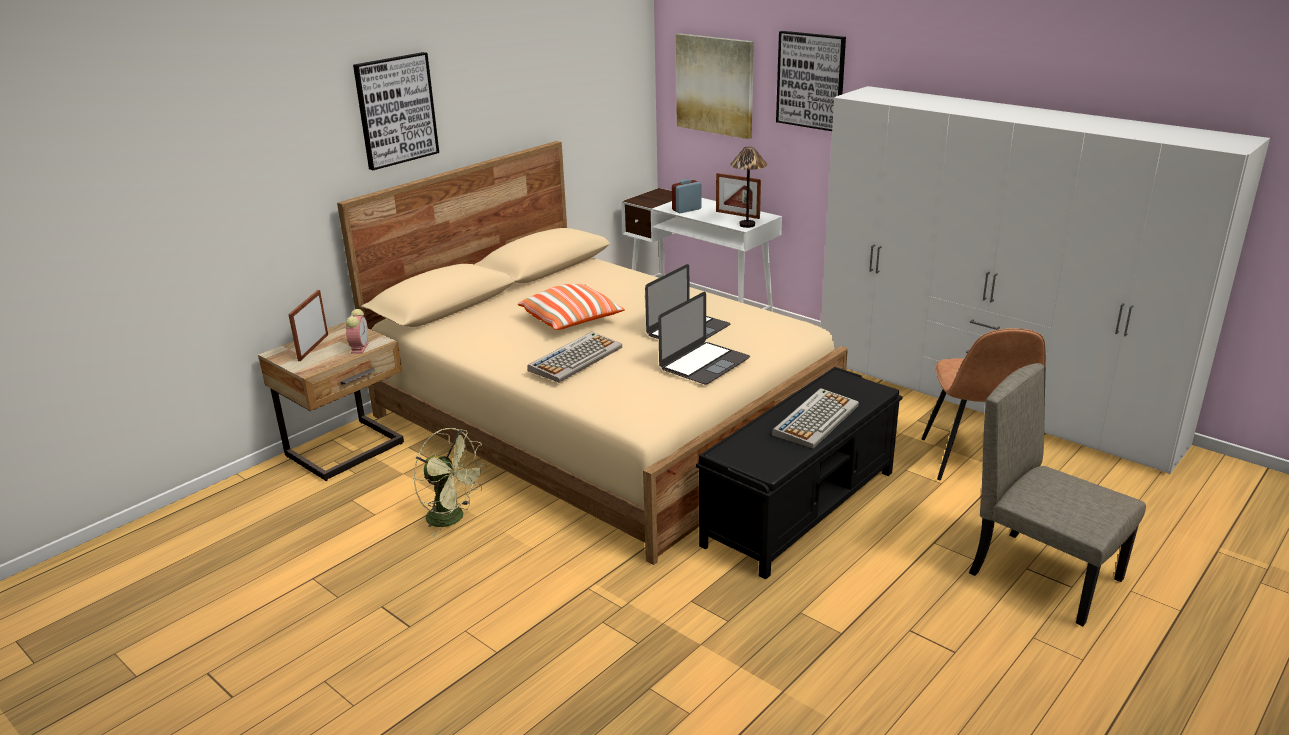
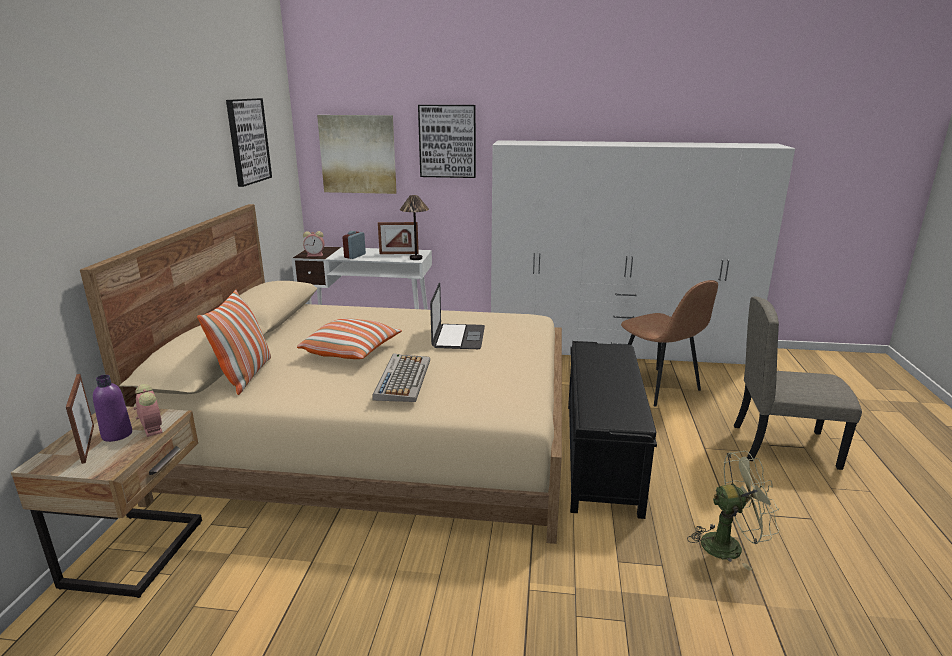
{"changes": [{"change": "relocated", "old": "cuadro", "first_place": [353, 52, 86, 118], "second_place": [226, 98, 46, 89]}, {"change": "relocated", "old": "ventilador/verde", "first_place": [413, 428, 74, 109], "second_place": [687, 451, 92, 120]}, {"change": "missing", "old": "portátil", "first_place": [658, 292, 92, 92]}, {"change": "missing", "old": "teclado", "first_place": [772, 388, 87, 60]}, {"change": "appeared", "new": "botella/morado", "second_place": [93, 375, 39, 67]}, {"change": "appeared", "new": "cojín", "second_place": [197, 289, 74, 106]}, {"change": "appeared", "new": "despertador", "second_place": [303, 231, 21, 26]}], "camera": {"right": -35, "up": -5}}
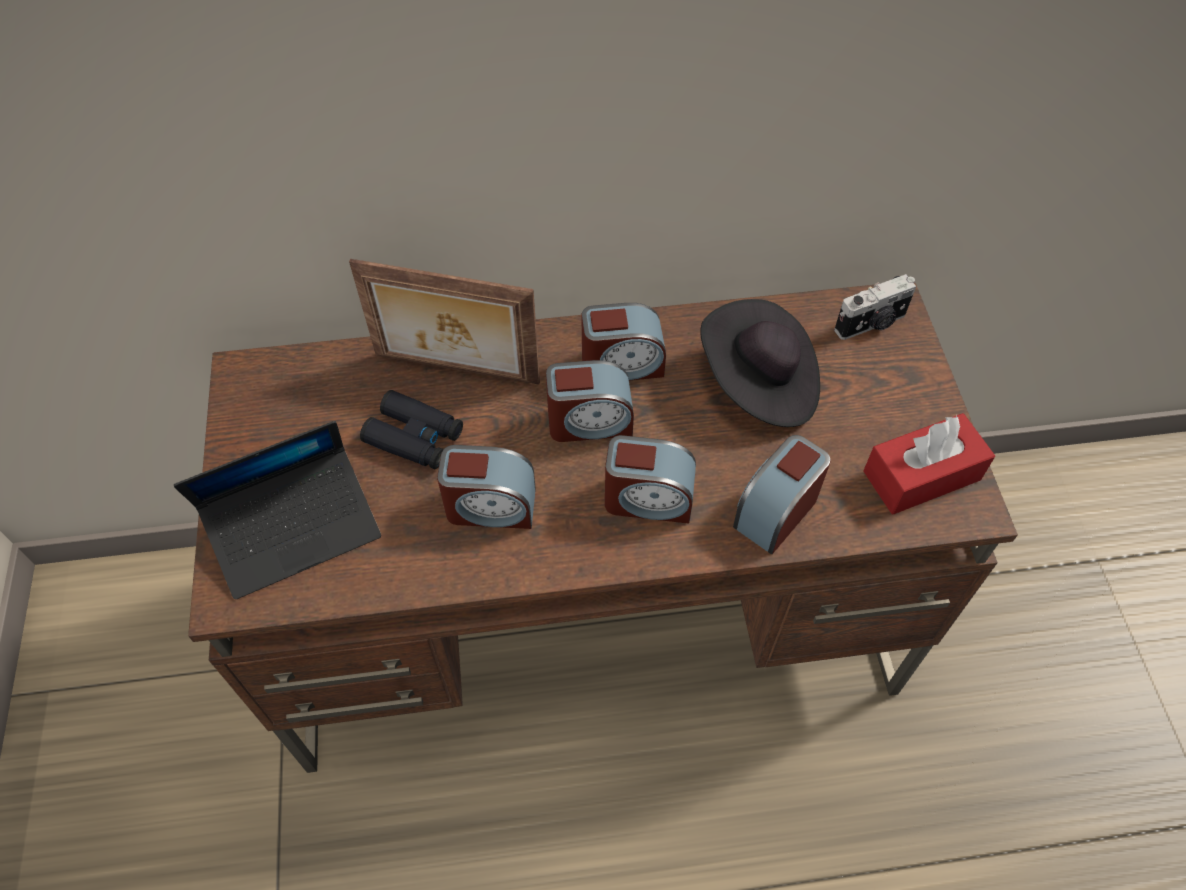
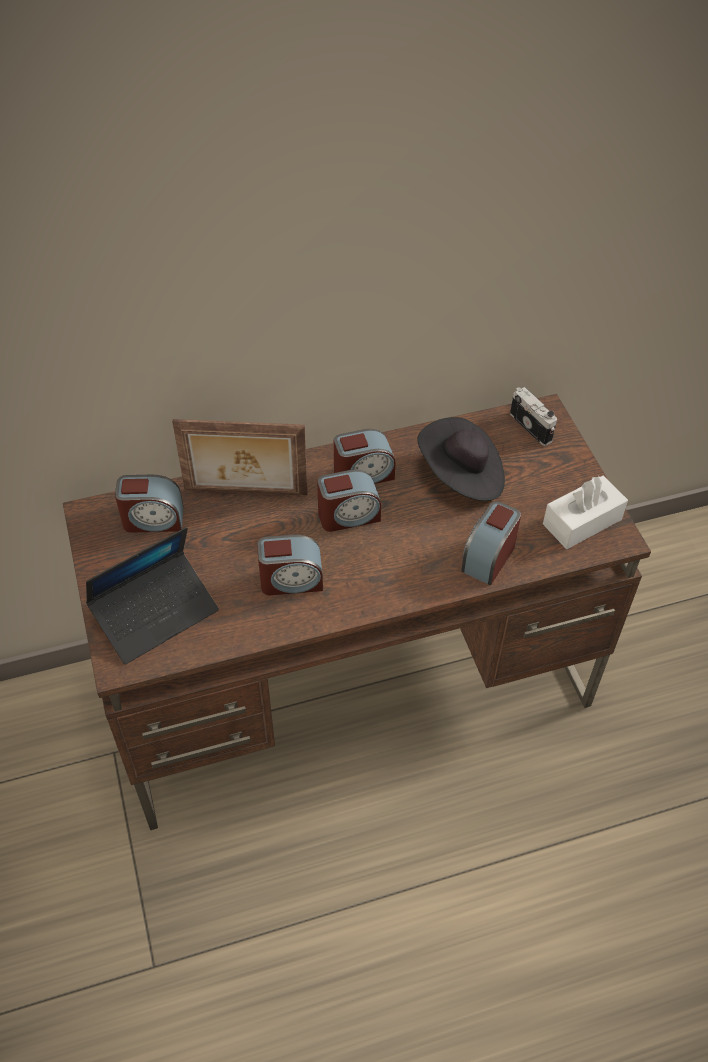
{"changes": [{"change": "missing", "old": "prismáticos/negro", "first_place": [360, 390, 103, 79]}, {"change": "relocated", "old": "despertador", "first_place": [605, 435, 91, 89], "second_place": [115, 475, 69, 58]}, {"change": "spun", "old": "cámara", "first_place": [834, 274, 82, 66], "second_place": [510, 387, 47, 59], "degrees": -90}, {"change": "colour", "old": "caja de pañuelos/rojo", "new": "caja de pañuelos/blanco", "first_place": [863, 413, 132, 101], "second_place": [543, 476, 85, 73]}], "camera": {"right": -10, "up": -5}}
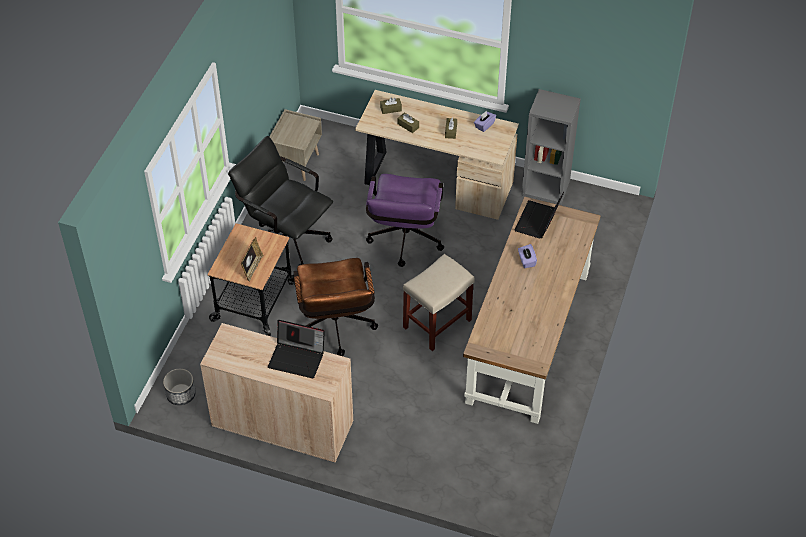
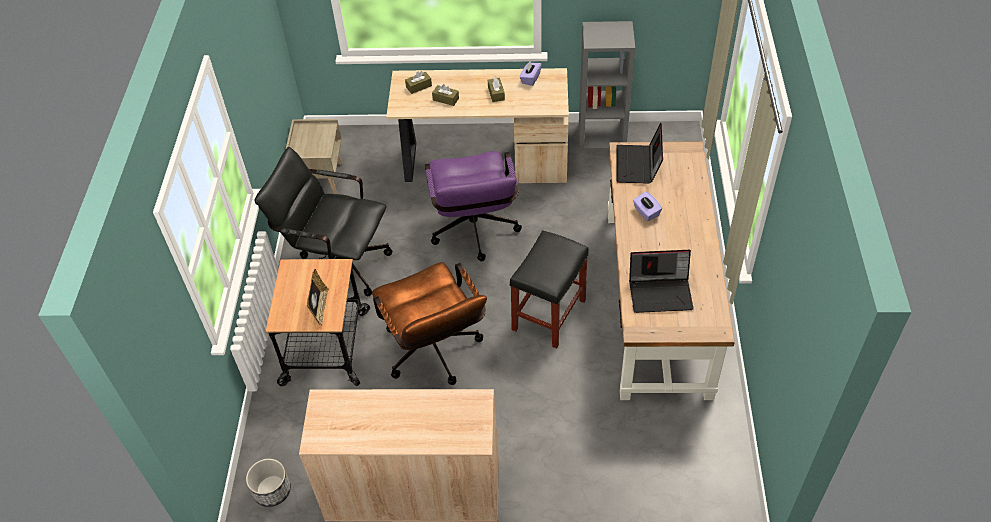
{"changes": [{"change": "relocated", "old": "portátil", "first_place": [268, 320, 57, 58], "second_place": [629, 250, 65, 63]}, {"change": "colour", "old": "taburete/beis", "new": "taburete/negro", "first_place": [403, 254, 72, 97], "second_place": [510, 230, 79, 119]}], "camera": {"right": -15, "up": 0}}
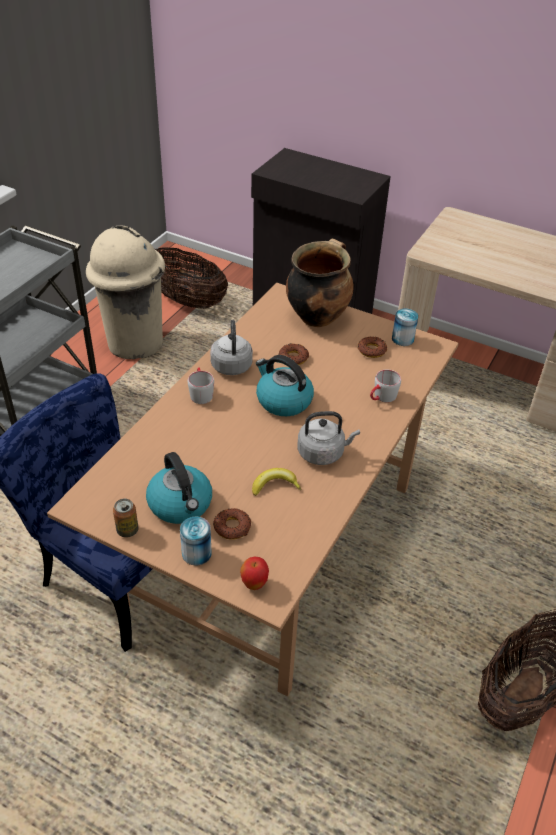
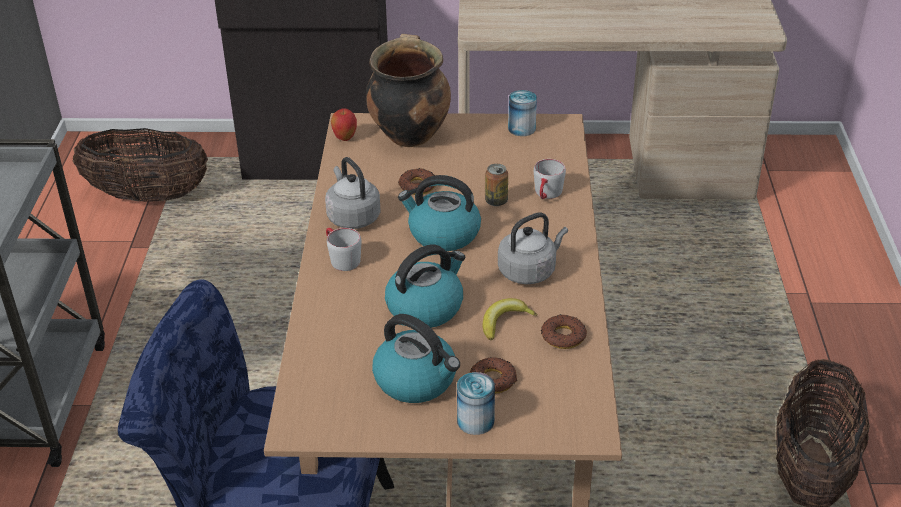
{"changes": [{"change": "missing", "old": "papelera/beis", "first_place": [86, 225, 79, 134]}, {"change": "relocated", "old": "lata", "first_place": [113, 499, 26, 38], "second_place": [485, 164, 23, 42]}, {"change": "relocated", "old": "manzana", "first_place": [240, 556, 29, 34], "second_place": [331, 108, 26, 33]}, {"change": "relocated", "old": "rosquilla", "first_place": [358, 336, 30, 22], "second_place": [541, 314, 46, 35]}, {"change": "appeared", "new": "hervidor", "second_place": [385, 244, 80, 84]}], "camera": {"right": -25, "up": -5}}
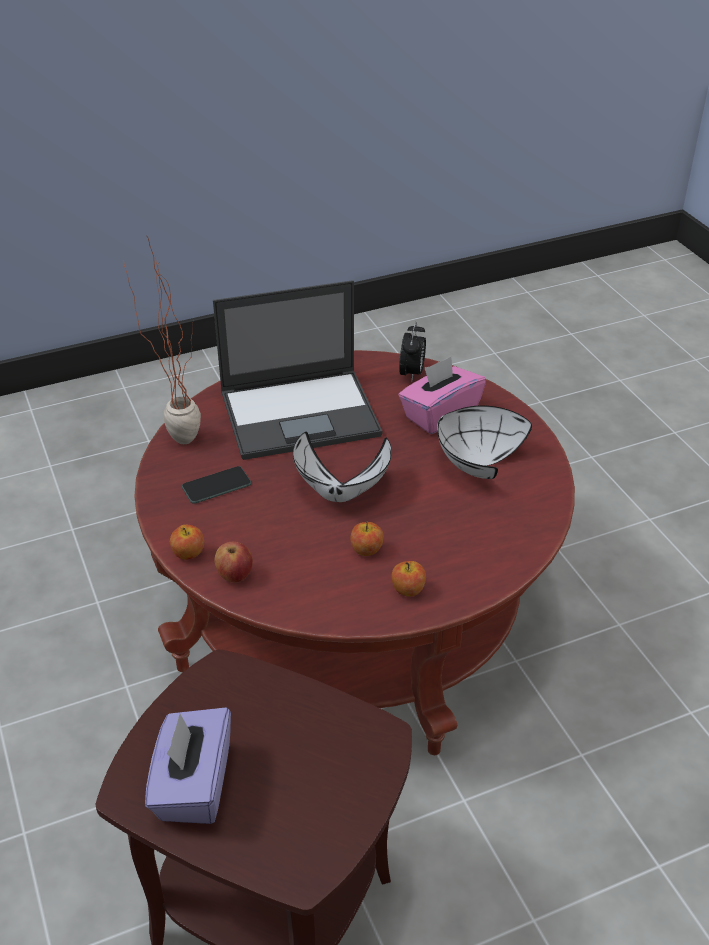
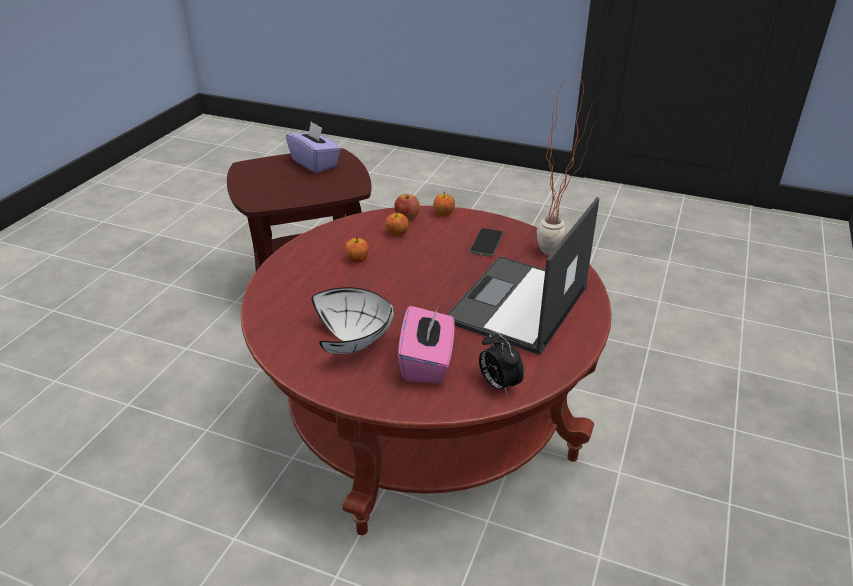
{"changes": [{"change": "missing", "old": "cuenco/blanco", "first_place": [293, 432, 99, 70]}, {"change": "relocated", "old": "manzana", "first_place": [392, 561, 34, 36], "second_place": [386, 211, 23, 25]}], "camera": {"right": 135, "up": -5}}
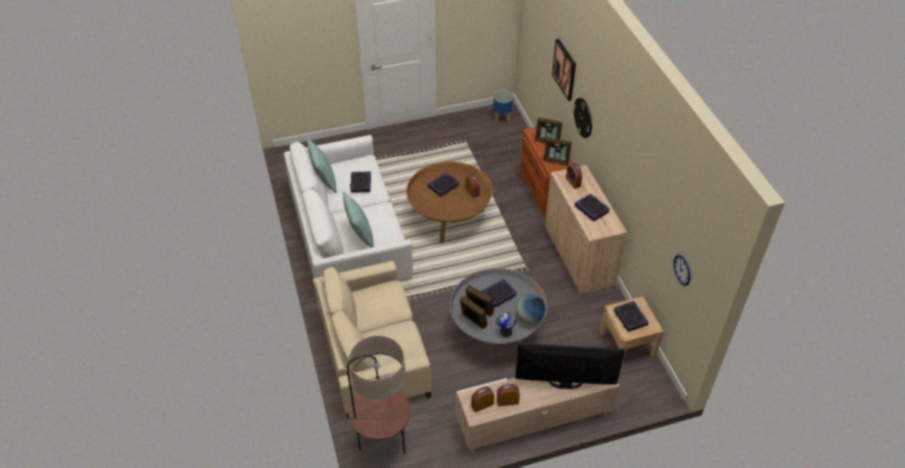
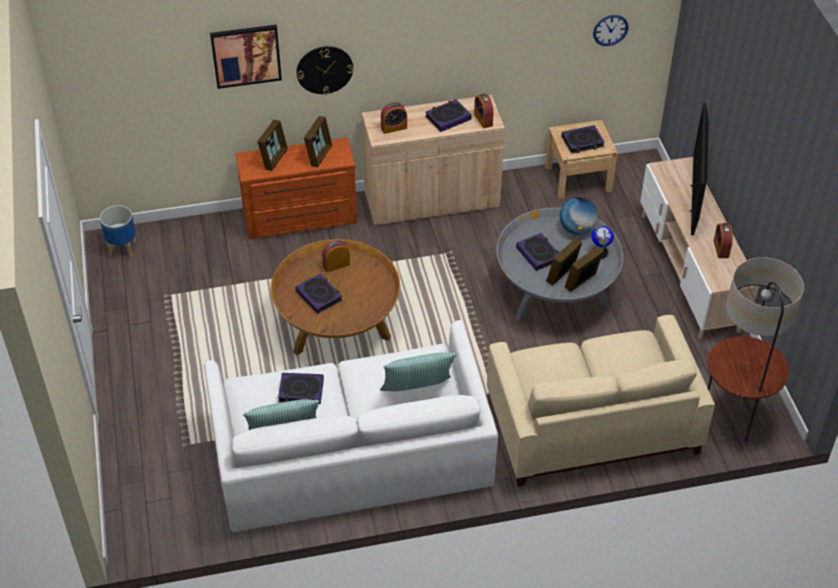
{"changes": [{"change": "relocated", "old": "despertador", "first_place": [471, 387, 23, 25], "second_place": [474, 94, 20, 34]}], "camera": {"right": -85, "up": 0}}
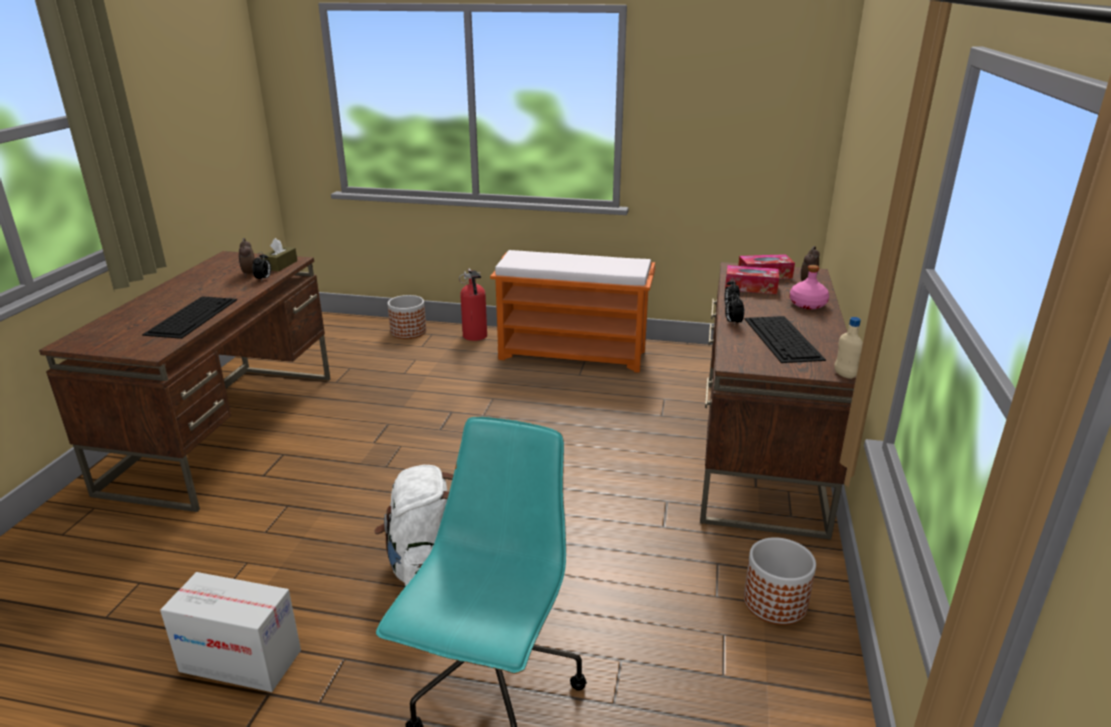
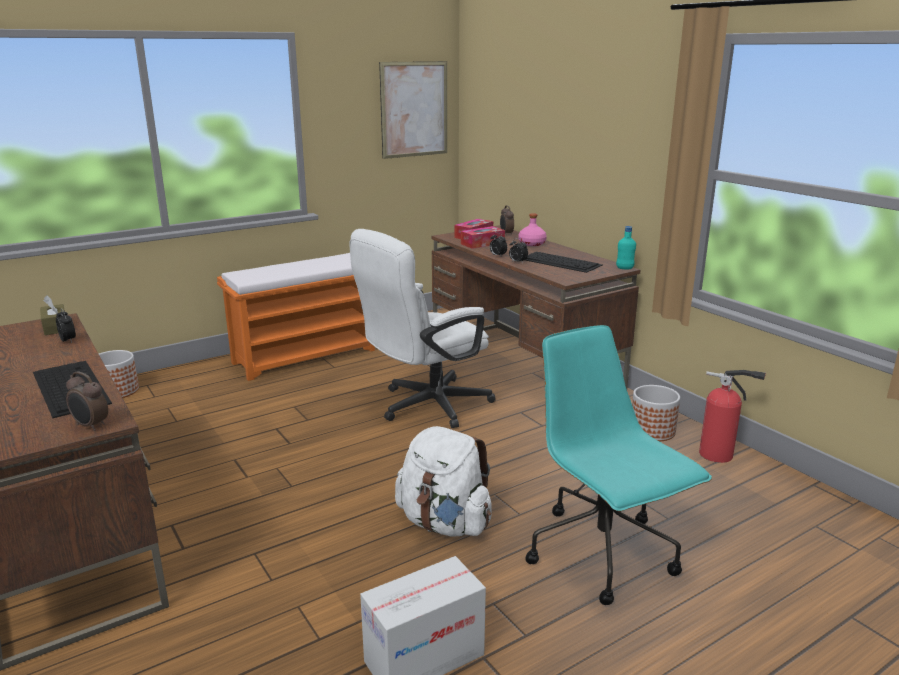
{"changes": [{"change": "relocated", "old": "despertador", "first_place": [239, 238, 16, 39], "second_place": [66, 371, 42, 60]}, {"change": "relocated", "old": "extintor", "first_place": [459, 268, 28, 73], "second_place": [699, 370, 67, 93]}, {"change": "colour", "old": "botella/beis", "new": "botella/turquesa", "first_place": [834, 317, 29, 62], "second_place": [616, 226, 20, 43]}, {"change": "appeared", "new": "silla de oficina/blanco", "second_place": [349, 229, 147, 199]}, {"change": "appeared", "new": "cuadro", "second_place": [379, 61, 68, 98]}], "camera": {"right": -45, "up": -5}}
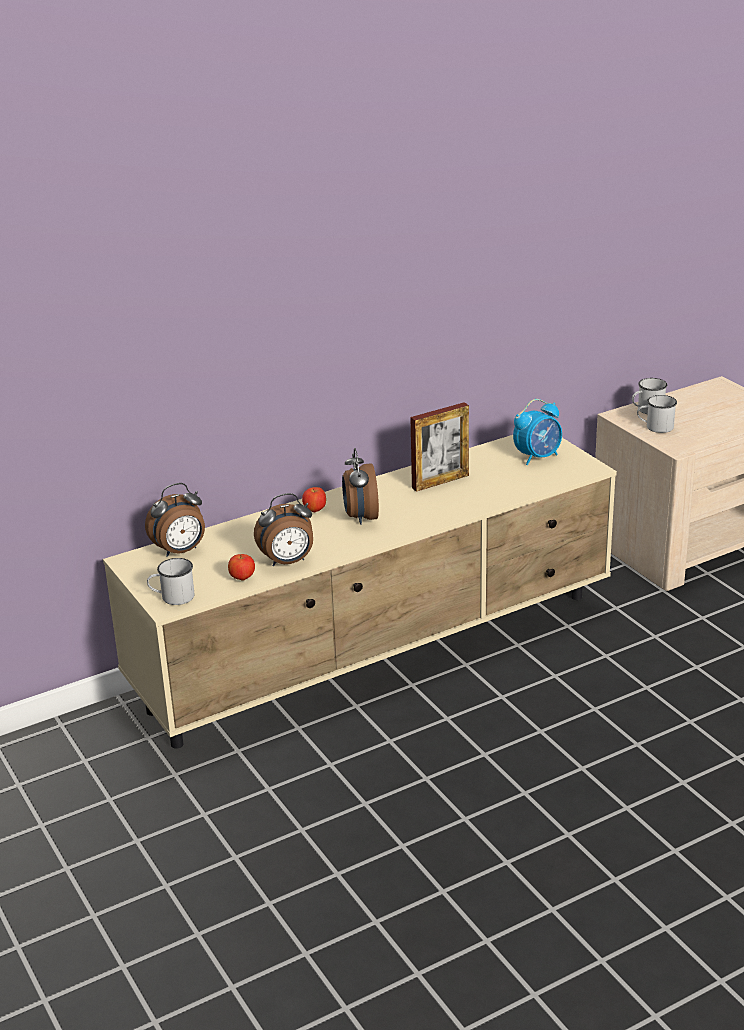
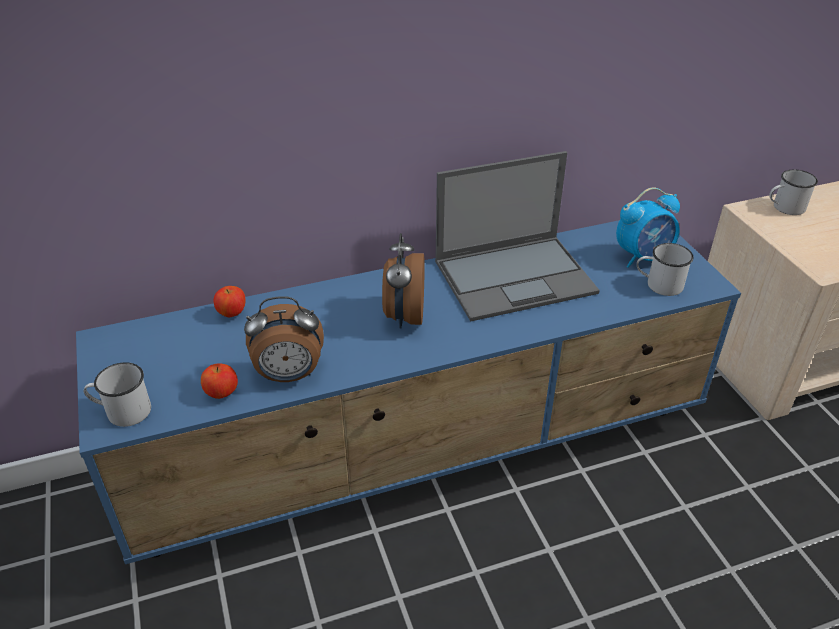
{"changes": [{"change": "colour", "old": "mueble de televisión/beis", "new": "mueble de televisión/azul", "first_place": [103, 435, 514, 314], "second_place": [76, 220, 665, 344]}, {"change": "missing", "old": "despertador", "first_place": [145, 483, 60, 74]}, {"change": "relocated", "old": "manzana", "first_place": [302, 487, 24, 25], "second_place": [214, 286, 32, 31]}, {"change": "exchanged", "old": "portarretratos", "new": "portátil", "first_place": [410, 402, 59, 90], "second_place": [435, 151, 165, 171]}, {"change": "relocated", "old": "taza grande/blanco", "first_place": [637, 395, 40, 38], "second_place": [637, 243, 57, 53]}], "camera": {"right": 10, "up": 10}}
